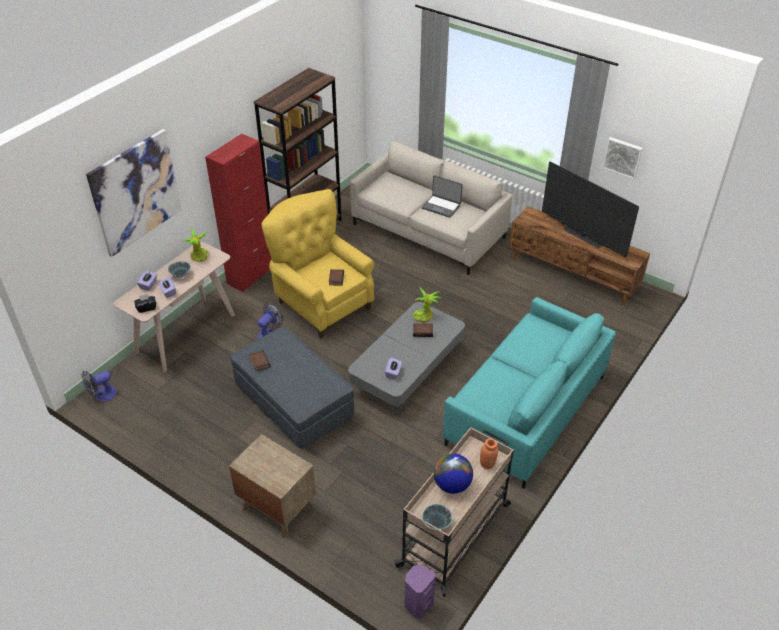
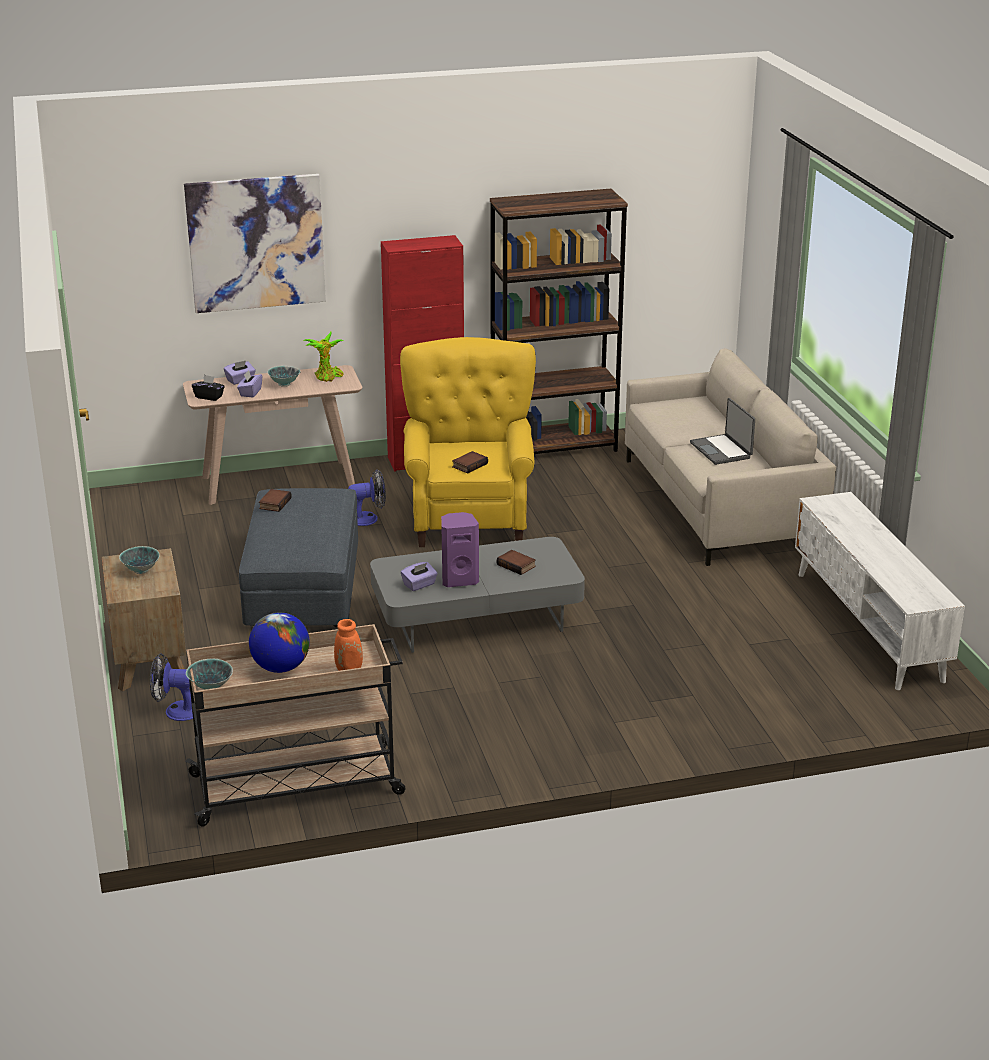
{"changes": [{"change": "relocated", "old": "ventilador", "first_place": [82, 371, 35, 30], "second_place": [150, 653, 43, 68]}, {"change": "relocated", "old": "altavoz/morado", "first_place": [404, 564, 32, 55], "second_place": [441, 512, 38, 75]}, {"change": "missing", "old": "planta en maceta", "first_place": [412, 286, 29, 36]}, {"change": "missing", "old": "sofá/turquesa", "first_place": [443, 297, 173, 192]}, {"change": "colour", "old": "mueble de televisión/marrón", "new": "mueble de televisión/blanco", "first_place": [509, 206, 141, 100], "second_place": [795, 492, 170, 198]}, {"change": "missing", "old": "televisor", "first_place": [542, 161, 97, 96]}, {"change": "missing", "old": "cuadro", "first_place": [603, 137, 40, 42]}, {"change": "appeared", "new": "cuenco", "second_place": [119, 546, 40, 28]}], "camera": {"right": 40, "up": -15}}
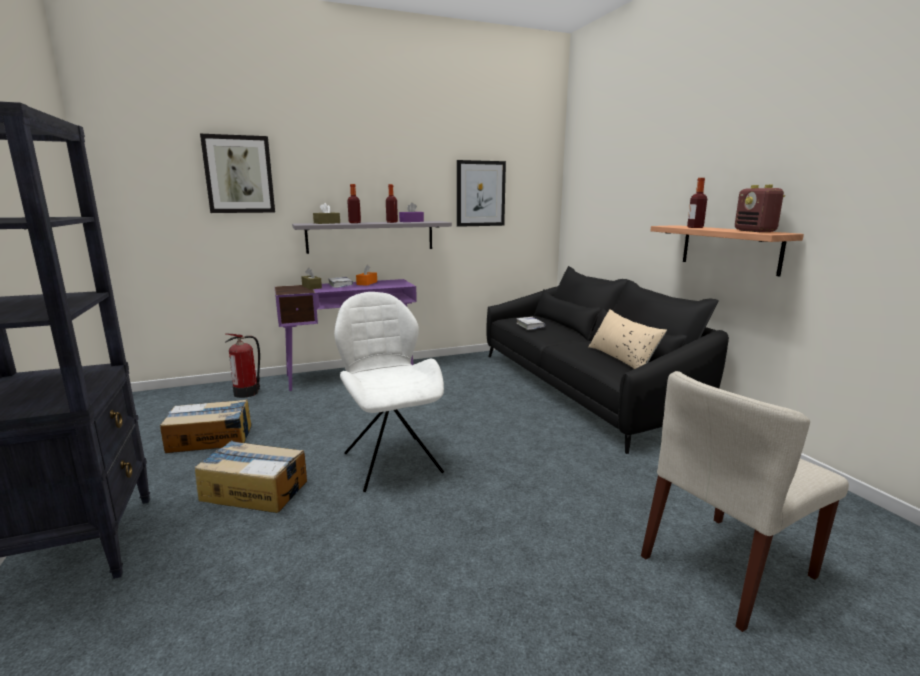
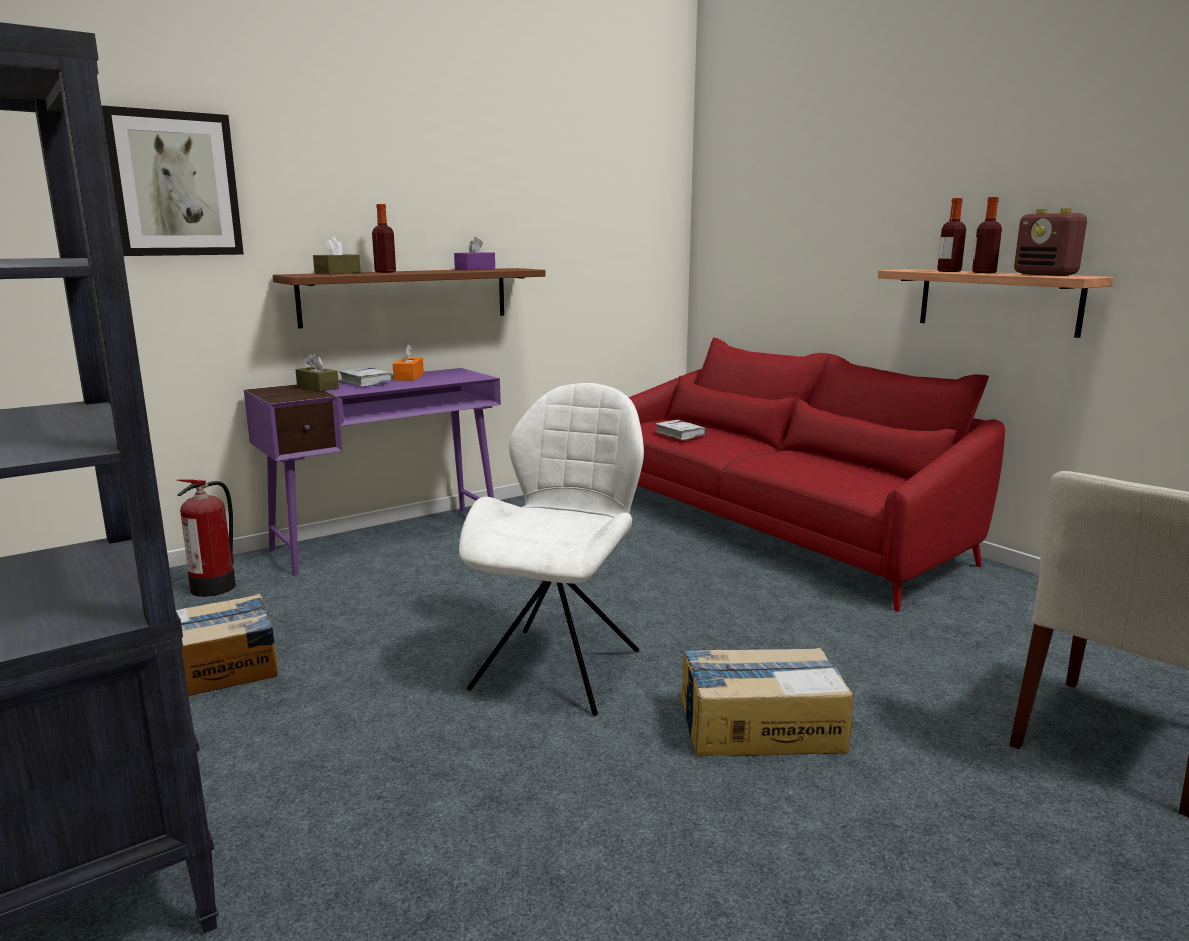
{"changes": [{"change": "relocated", "old": "caja de cartón", "first_place": [195, 441, 112, 72], "second_place": [682, 648, 172, 109]}, {"change": "colour", "old": "estante/gris", "new": "estante/marrón", "first_place": [292, 221, 160, 33], "second_place": [273, 268, 273, 60]}, {"change": "spun", "old": "silla/blanco", "first_place": [334, 292, 110, 200], "second_place": [459, 383, 185, 333], "degrees": 60}, {"change": "relocated", "old": "botella", "first_place": [386, 184, 12, 39], "second_place": [972, 197, 30, 76]}, {"change": "missing", "old": "cuadro", "first_place": [457, 160, 49, 67]}, {"change": "colour", "old": "sofá/negro", "new": "sofá/rojo", "first_place": [486, 266, 243, 188], "second_place": [628, 338, 377, 274]}, {"change": "missing", "old": "cojín/beis", "first_place": [588, 309, 79, 60]}], "camera": {"right": -15, "up": 0}}
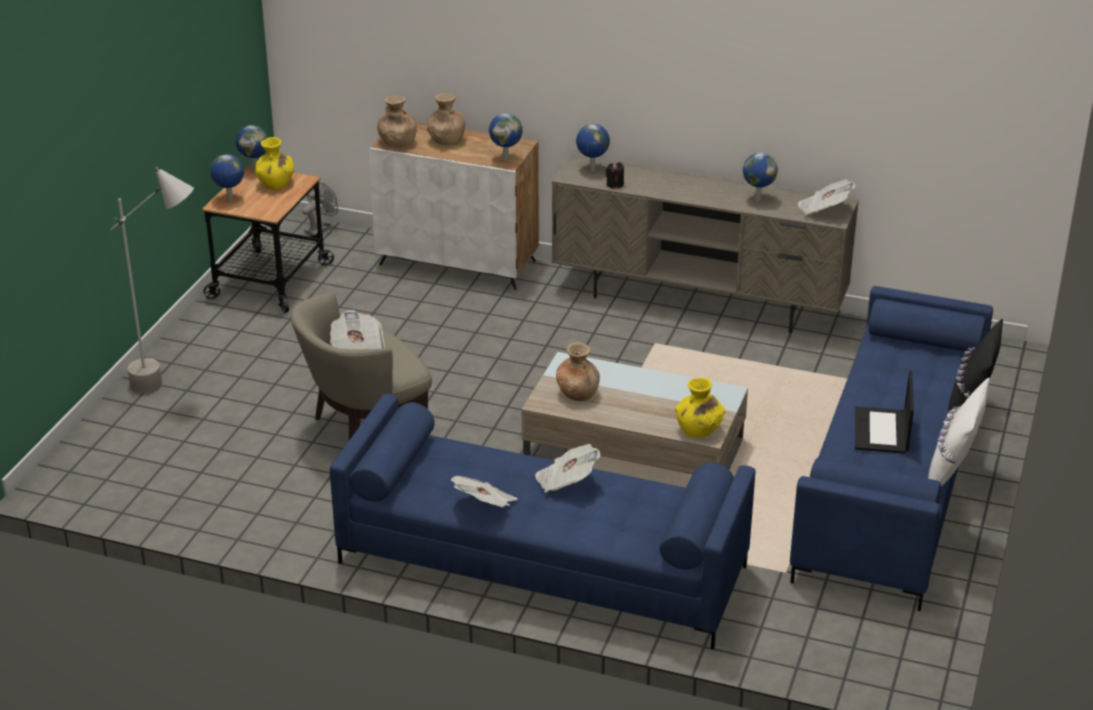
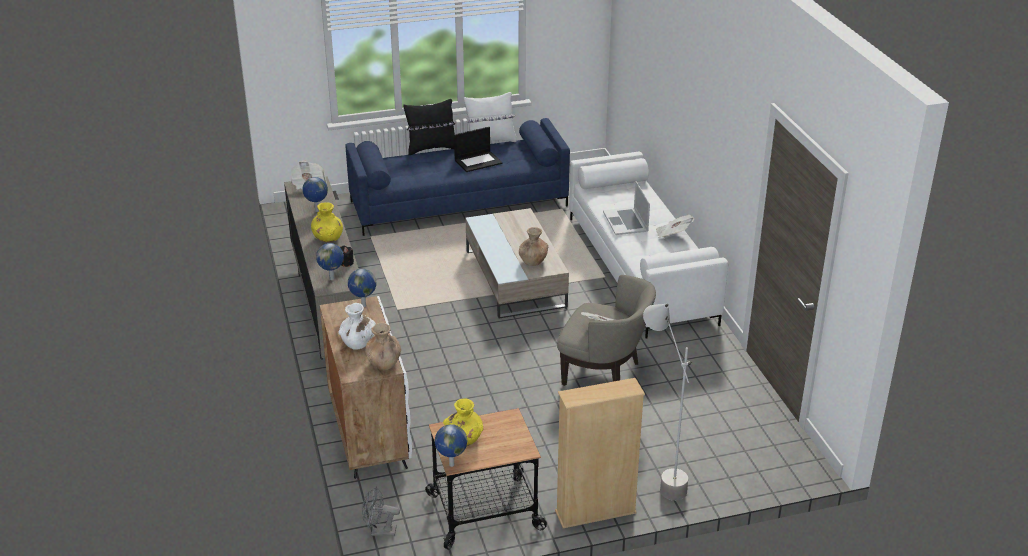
{"changes": [{"change": "missing", "old": "globo terráqueo", "first_place": [210, 154, 34, 47]}, {"change": "colour", "old": "sofá/azul", "new": "sofá/blanco", "first_place": [330, 394, 425, 255], "second_place": [569, 152, 159, 187]}, {"change": "colour", "old": "florero/marrón", "new": "florero/blanco", "first_place": [427, 93, 38, 52], "second_place": [338, 303, 38, 47]}, {"change": "exchanged", "old": "periódico", "new": "portátil", "first_place": [535, 444, 65, 49], "second_place": [603, 181, 47, 54]}, {"change": "relocated", "old": "florero/amarillo", "first_place": [675, 378, 51, 60], "second_place": [311, 202, 32, 40]}, {"change": "appeared", "new": "estantería/beis", "second_place": [555, 378, 90, 150]}], "camera": {"right": -125, "up": 0}}
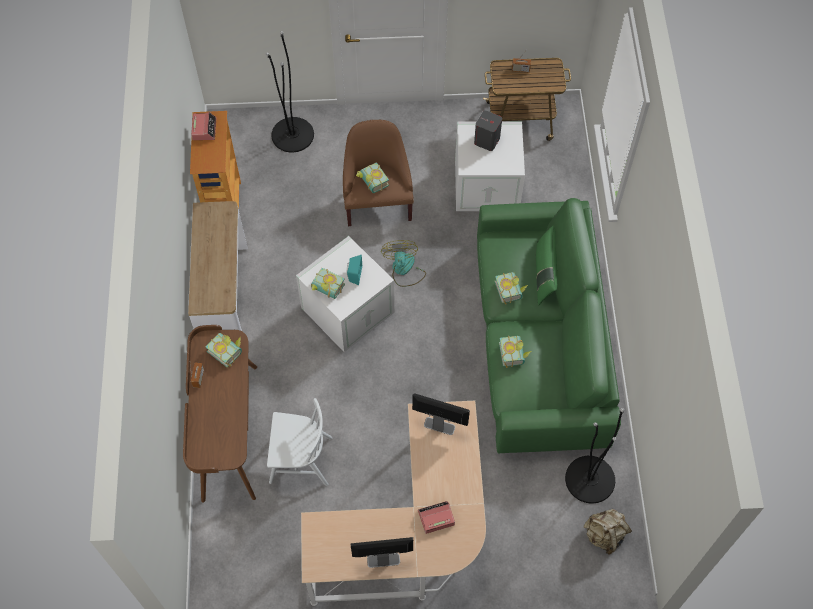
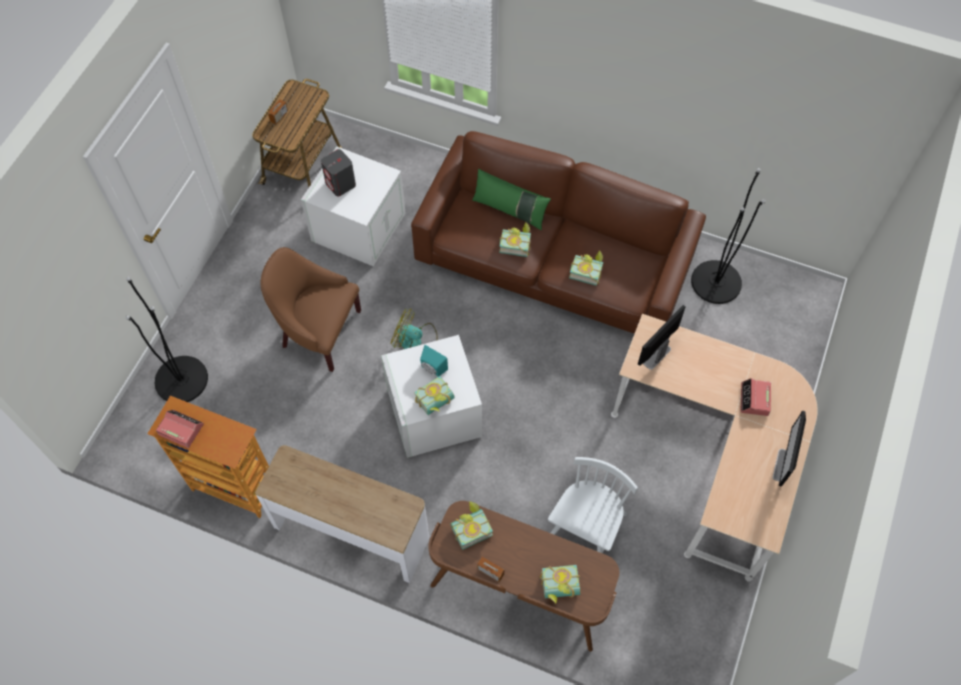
{"changes": [{"change": "relocated", "old": "libro", "first_place": [356, 162, 33, 31], "second_place": [540, 565, 40, 38]}, {"change": "colour", "old": "sofá/verde", "new": "sofá/marrón", "first_place": [477, 198, 144, 255], "second_place": [411, 131, 295, 203]}, {"change": "missing", "old": "mochila/beis", "first_place": [584, 509, 48, 46]}], "camera": {"right": -65, "up": 0}}
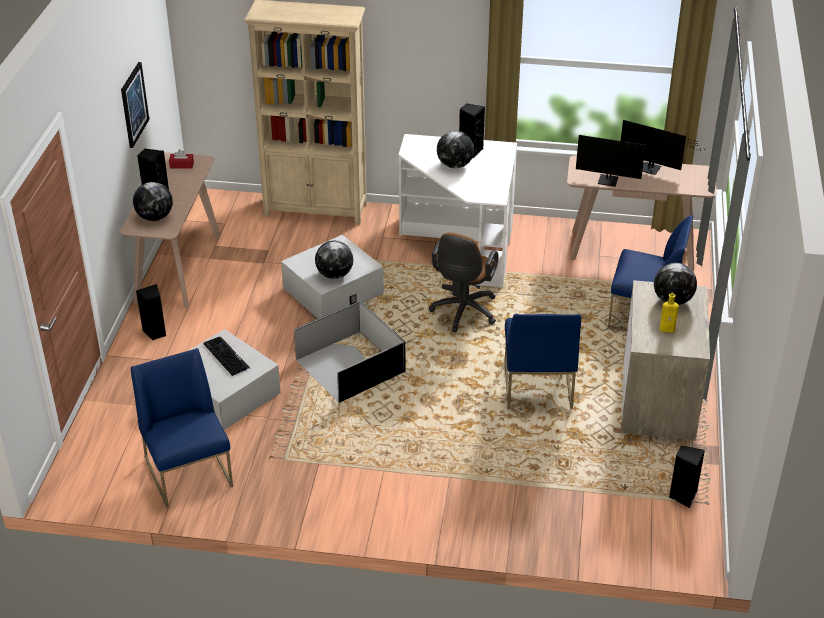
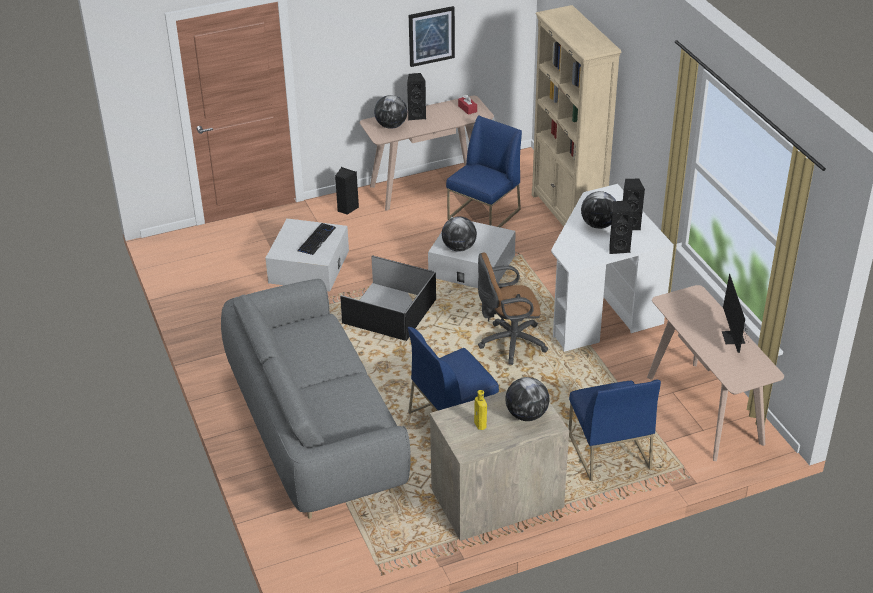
{"changes": [{"change": "relocated", "old": "silla/azul", "first_place": [131, 348, 102, 160], "second_place": [446, 115, 76, 113]}, {"change": "missing", "old": "monitor", "first_place": [576, 135, 89, 52]}, {"change": "relocated", "old": "altavoz/negro", "first_place": [669, 446, 36, 62], "second_place": [609, 200, 25, 54]}, {"change": "appeared", "new": "sofá/gris", "second_place": [221, 278, 190, 241]}], "camera": {"right": 60, "up": 0}}
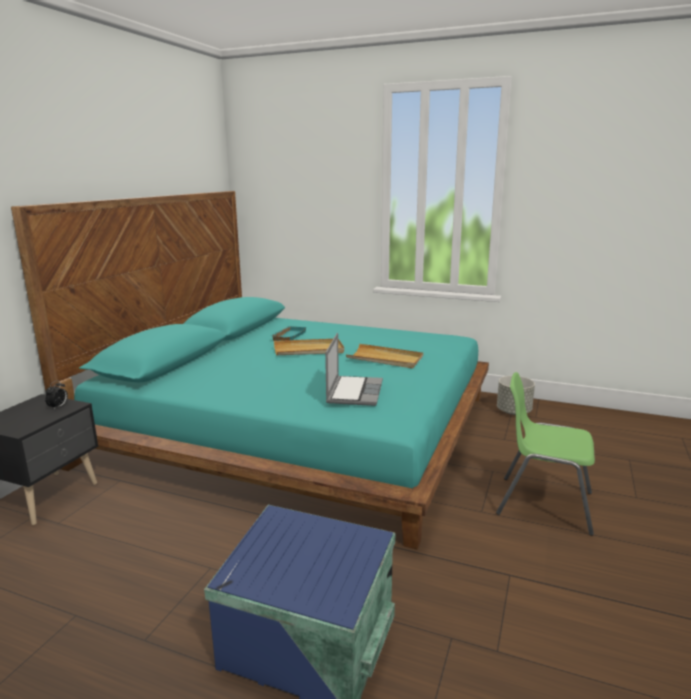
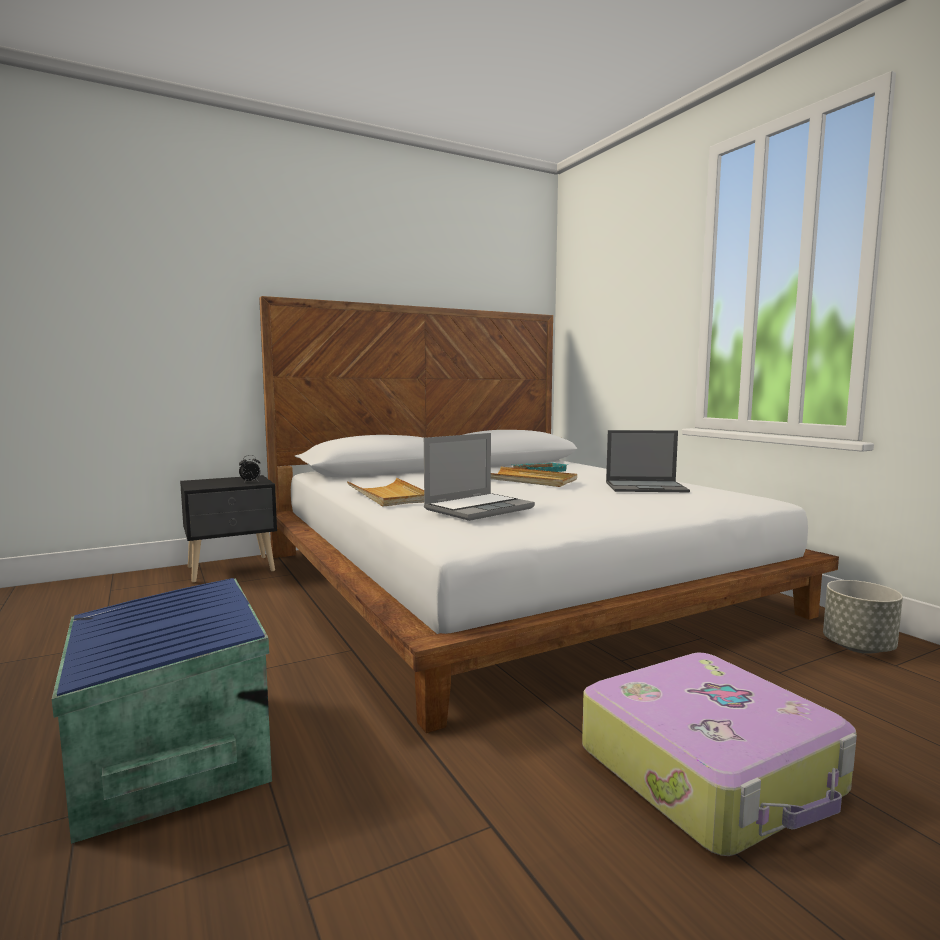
{"changes": [{"change": "colour", "old": "cama/turquesa", "new": "cama/blanco", "first_place": [11, 191, 478, 358], "second_place": [259, 296, 580, 437]}, {"change": "relocated", "old": "bandeja/beis", "first_place": [346, 344, 77, 24], "second_place": [347, 478, 77, 29]}, {"change": "exchanged", "old": "silla/verde", "new": "maleta", "first_place": [496, 372, 99, 164], "second_place": [582, 653, 275, 203]}, {"change": "appeared", "new": "portátil", "second_place": [606, 430, 84, 62]}], "camera": {"right": 40, "up": -10}}
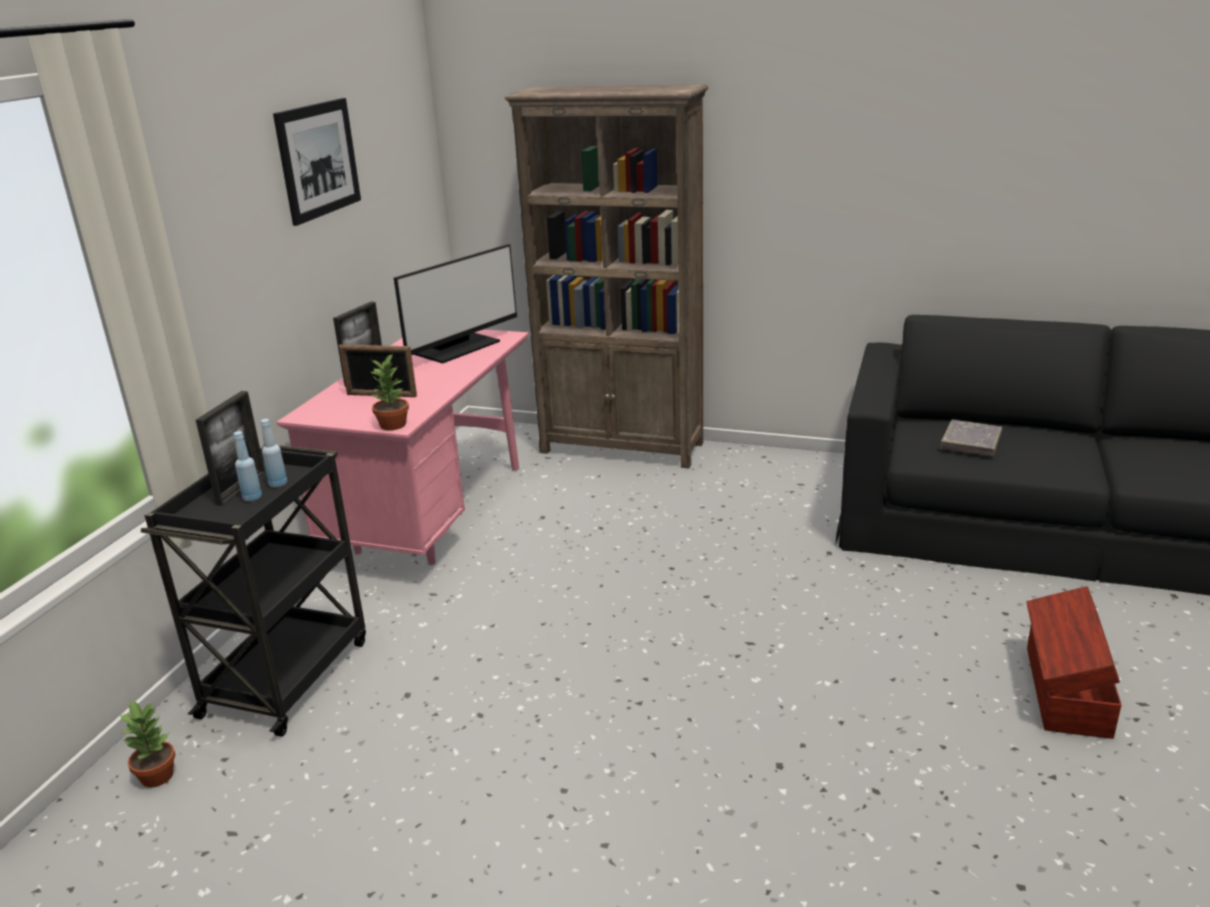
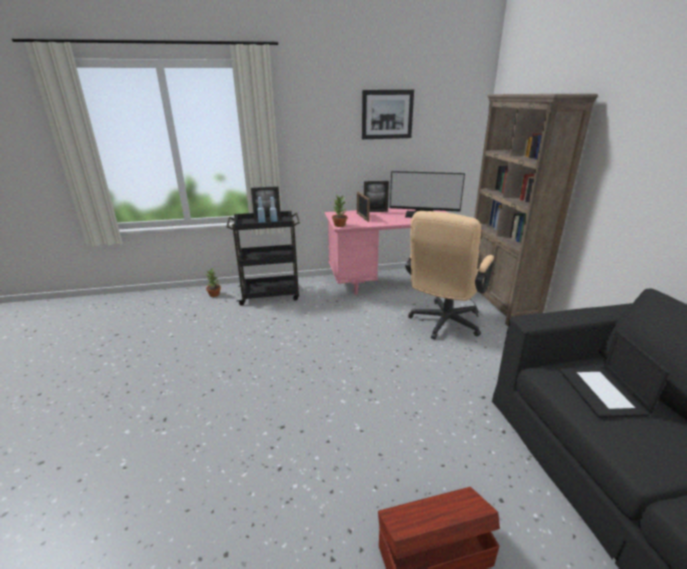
{"changes": [{"change": "exchanged", "old": "libro/gris", "new": "portátil", "first_place": [940, 420, 62, 36], "second_place": [559, 330, 111, 88]}, {"change": "appeared", "new": "silla de oficina/beis", "second_place": [405, 211, 89, 128]}], "camera": {"right": 60, "up": 0}}
